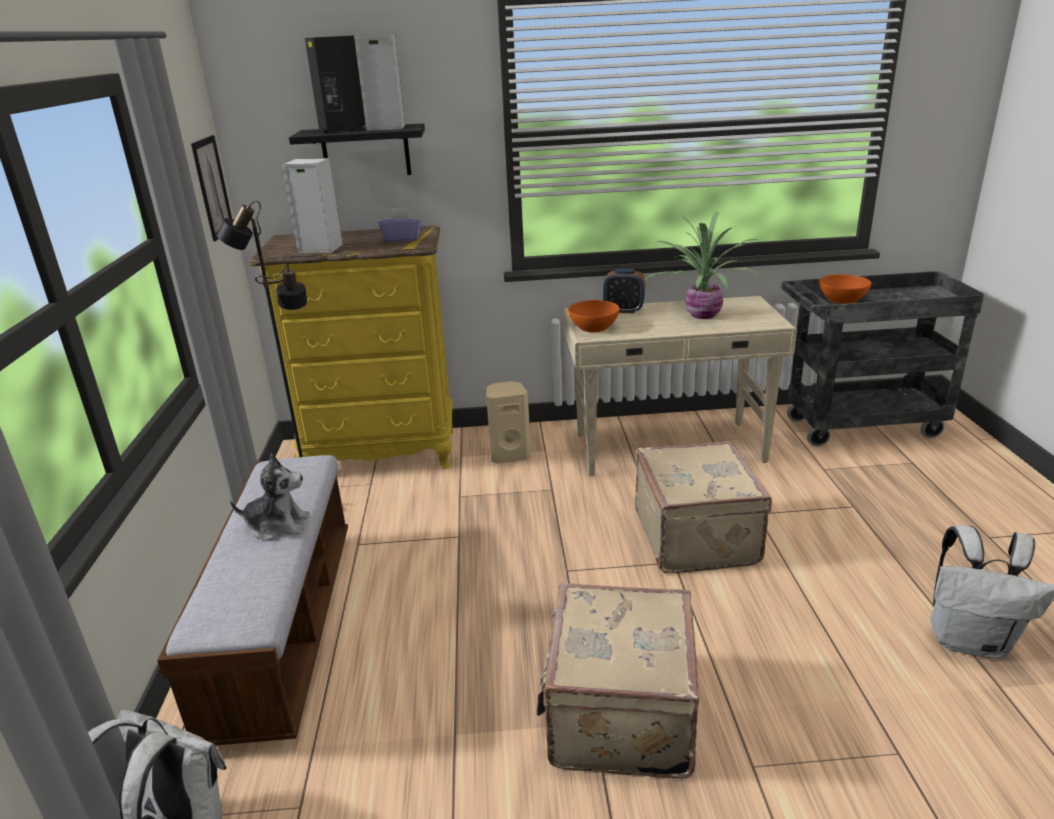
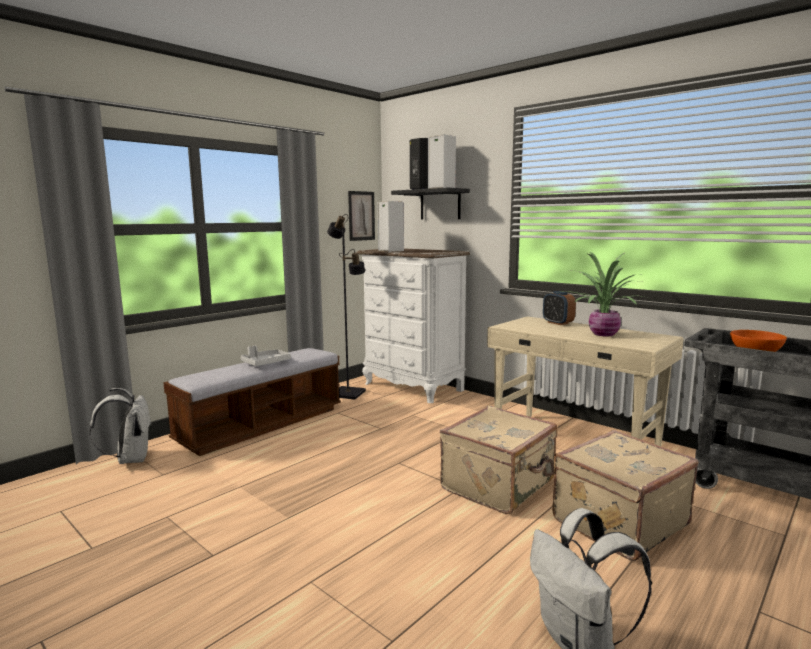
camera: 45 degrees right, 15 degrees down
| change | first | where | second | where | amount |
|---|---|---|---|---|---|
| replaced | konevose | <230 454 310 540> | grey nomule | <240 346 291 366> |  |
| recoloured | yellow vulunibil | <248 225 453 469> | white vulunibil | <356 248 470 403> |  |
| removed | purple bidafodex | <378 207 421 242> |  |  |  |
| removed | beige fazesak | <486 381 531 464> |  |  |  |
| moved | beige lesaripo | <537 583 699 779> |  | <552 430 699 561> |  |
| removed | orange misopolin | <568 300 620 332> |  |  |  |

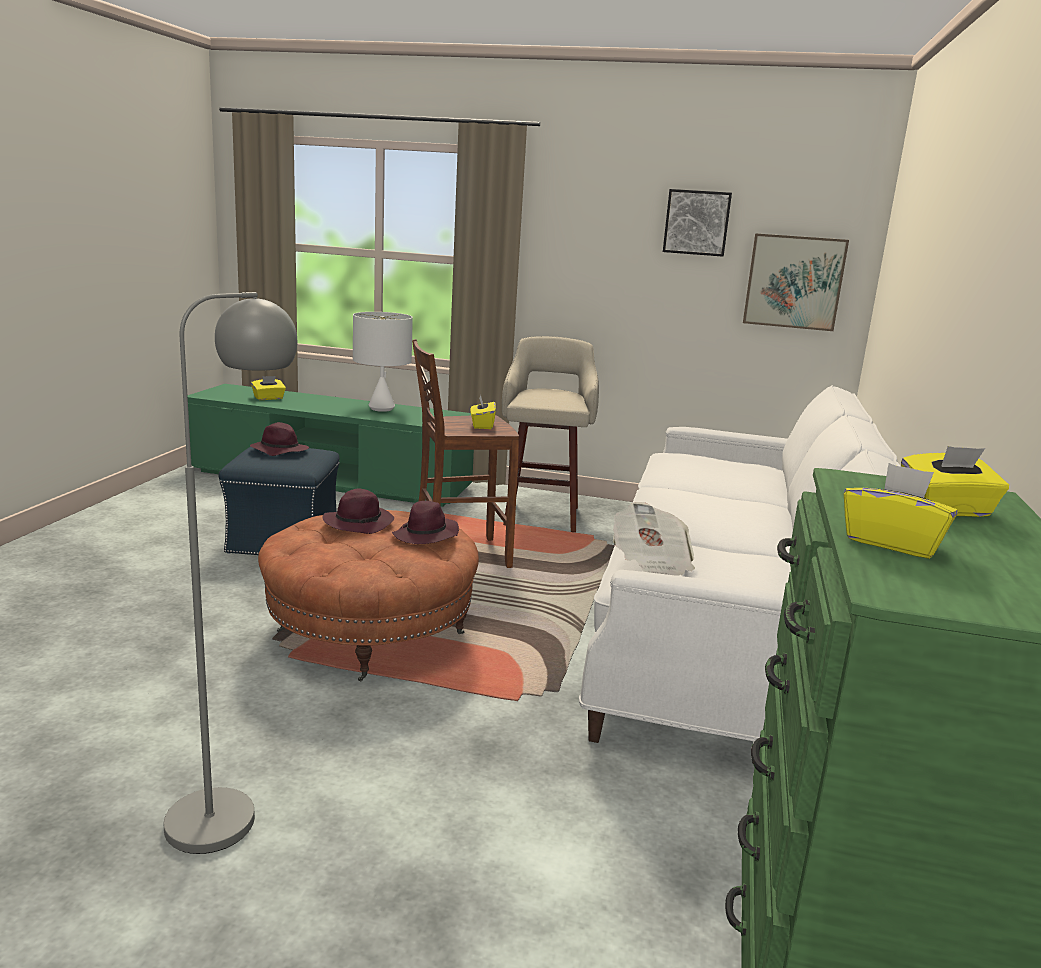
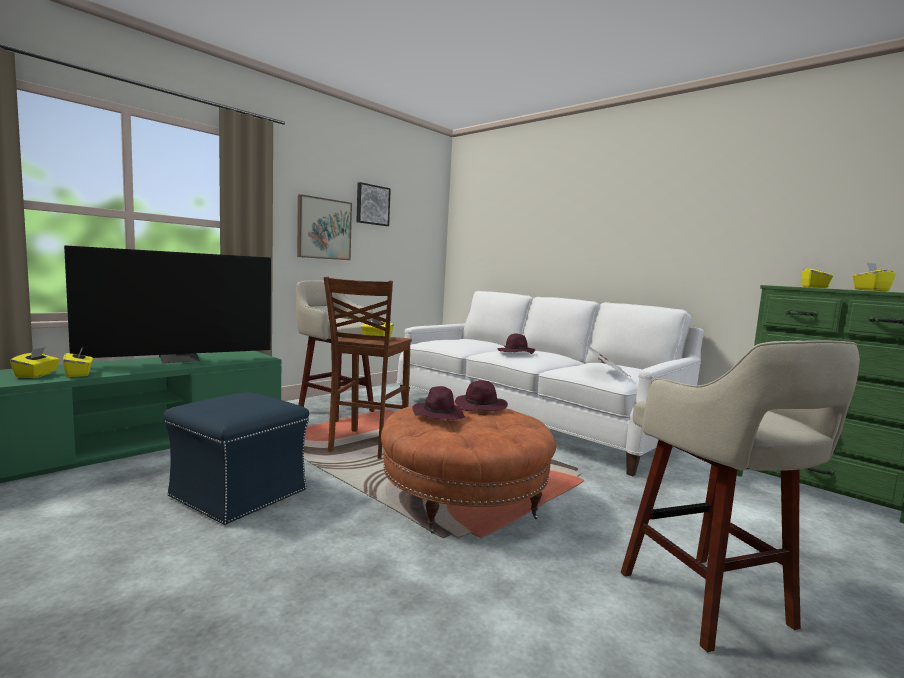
camera: 60 degrees left, 10 degrees down
| change | first | where | second | where | amount |
|---|---|---|---|---|---|
| replaced | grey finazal | <163 292 297 854> | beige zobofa | <621 340 860 652> |  |
| moved | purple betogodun | <250 422 309 456> |  | <497 333 535 354> |  |
| replaced | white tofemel | <353 312 413 412> | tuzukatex | <64 245 271 363> |  |
| moved | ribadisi | <743 233 849 331> |  | <297 194 352 260> |  |
| added |  |  | yellow bidafodex | <63 346 93 377> |  |

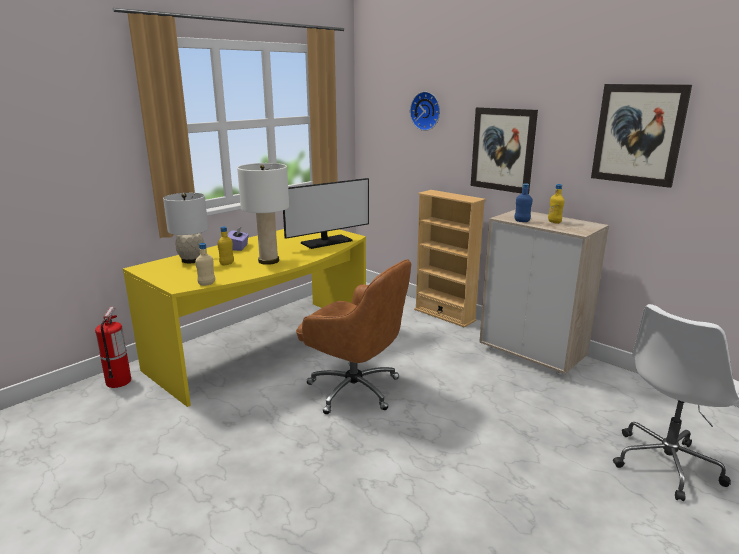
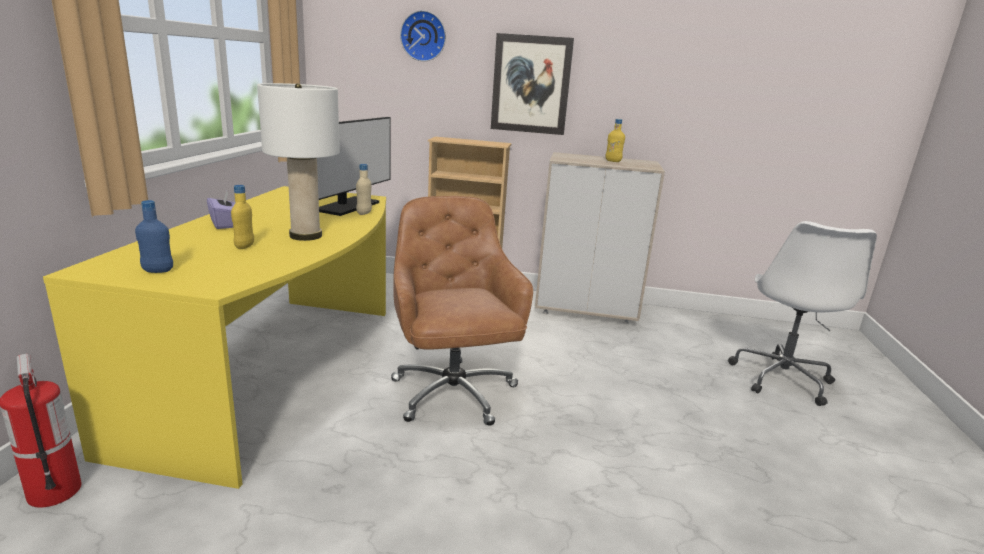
camera: 35 degrees left, 0 degrees up
| change | first | where | second | where | amount |
|---|---|---|---|---|---|
| removed | white tofemel | <163 193 208 263> |  |  |  |
| moved | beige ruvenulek | <195 243 215 286> |  | <356 164 372 215> |  |
| turned | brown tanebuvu | <296 259 411 414> |  | <391 196 533 426> | 105 degrees counterclockwise |
| moved | blue ruvenulek | <514 183 532 222> |  | <135 200 173 273> |  |
| removed | ribadisi | <591 84 692 188> |  |  |  |

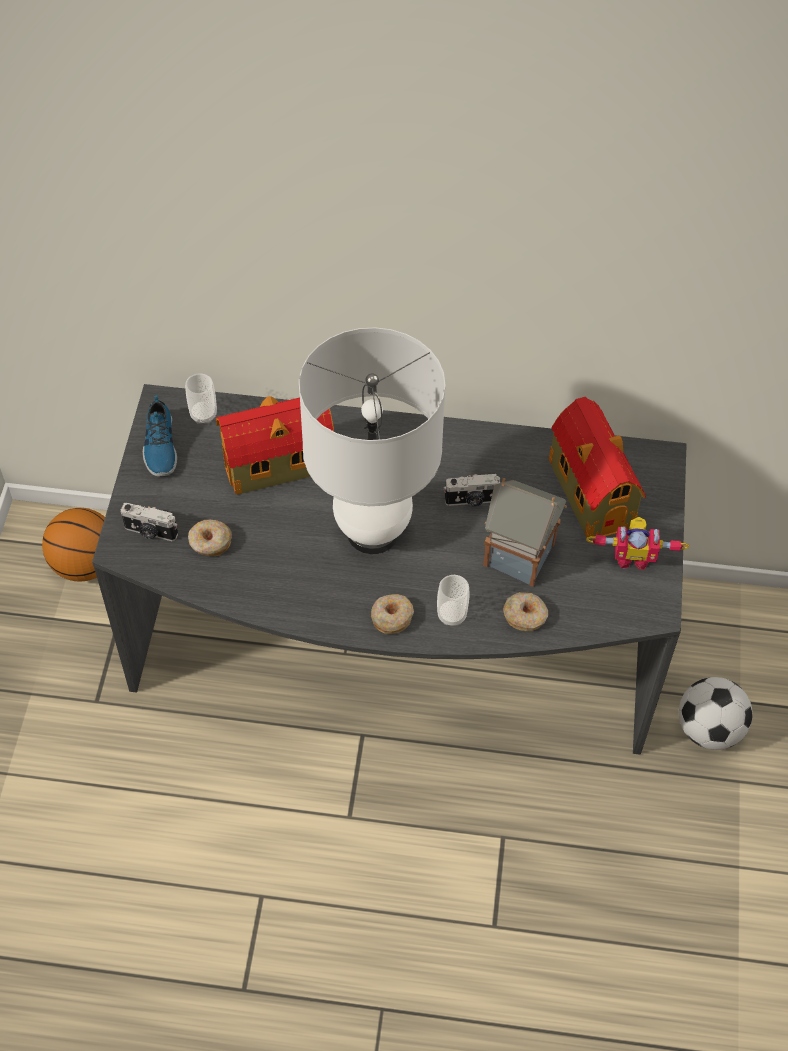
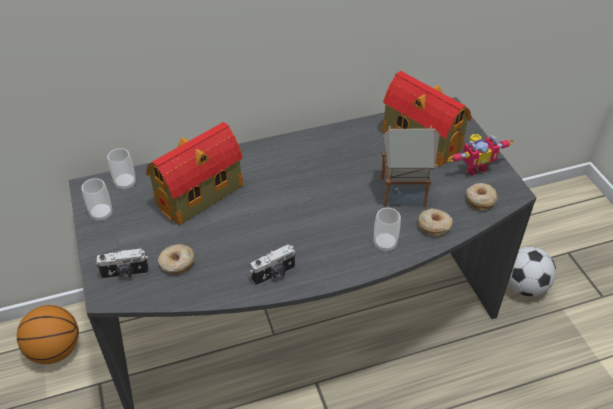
camera: 25 degrees left, 10 degrees down
| change | first | where | second | where | amount |
|---|---|---|---|---|---|
| replaced | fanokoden | <143 395 177 477> | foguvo | <81 178 112 221> |  |
| removed | white tofemel | <299 327 446 554> |  |  |  |
| moved | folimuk | <371 594 414 634> |  | <466 183 497 210> |  |
| moved | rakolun | <443 473 501 506> |  | <250 244 296 286> |  |

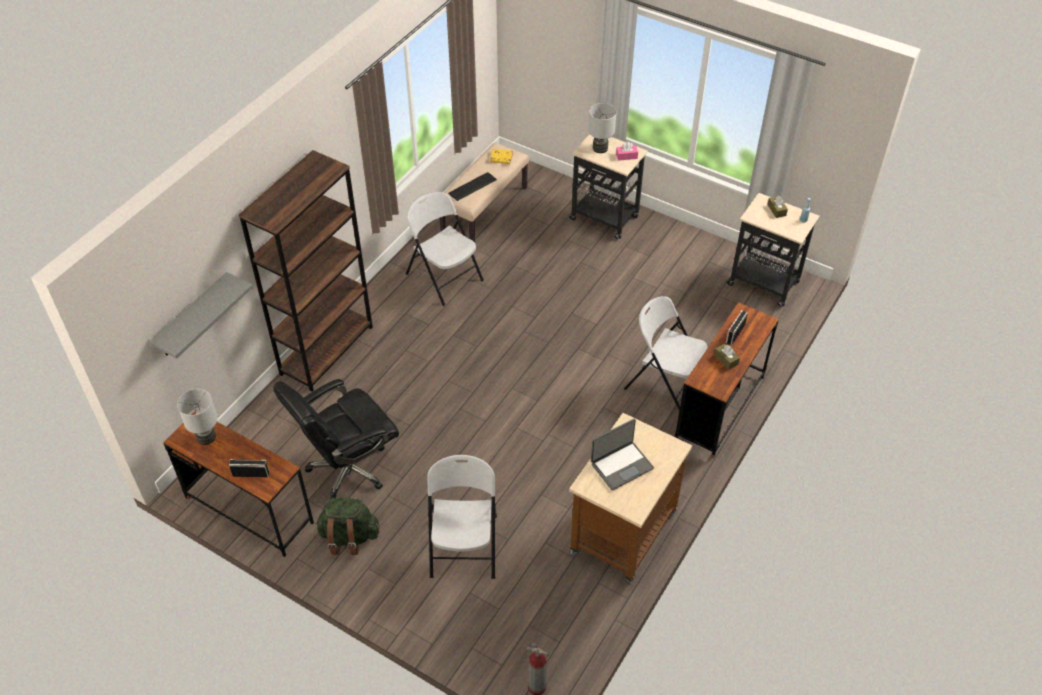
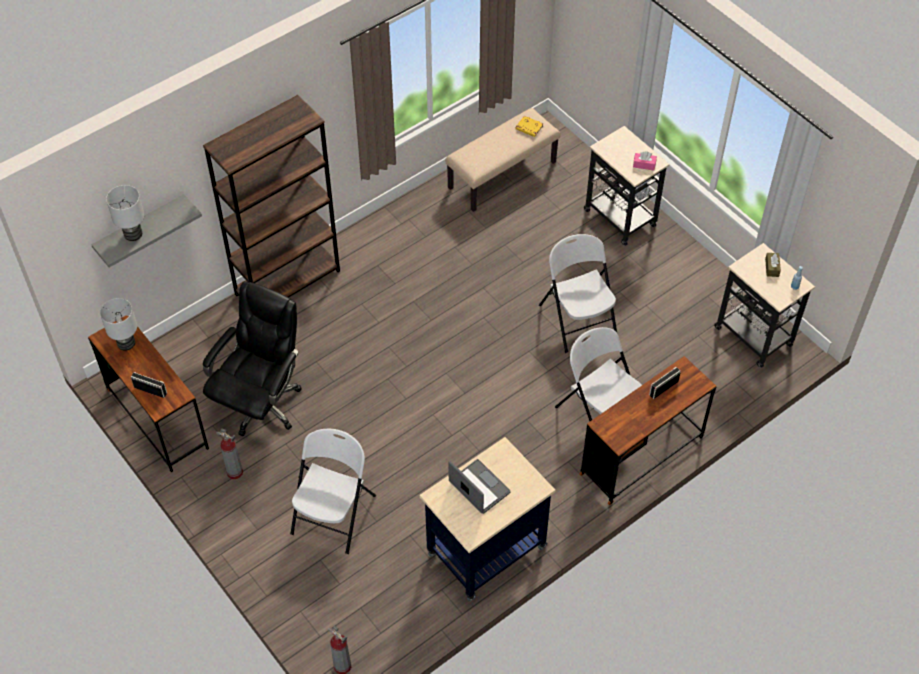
camera: 20 degrees right, 5 degrees up
| change | first | where | second | where | amount |
|---|---|---|---|---|---|
| turned | black tanebuvu | <273 379 399 499> |  | <203 281 302 436> | 135 degrees clockwise |
| replaced | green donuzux | <315 498 379 555> | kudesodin | <216 429 243 479> |  |
| moved | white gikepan | <406 192 484 306> |  | <539 234 618 353> |  |
| removed | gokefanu | <448 172 497 201> |  |  |  |
| recoloured | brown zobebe | <569 413 692 585> | blue zobebe | <420 437 556 602> |  |
| moved | grey tofemel | <588 103 617 153> |  | <106 185 144 241> |  |
| turned | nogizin | <591 419 654 490> |  | <448 459 511 514> | 120 degrees counterclockwise |
| removed | brown bidafodex | <714 343 740 369> |  |  |  |

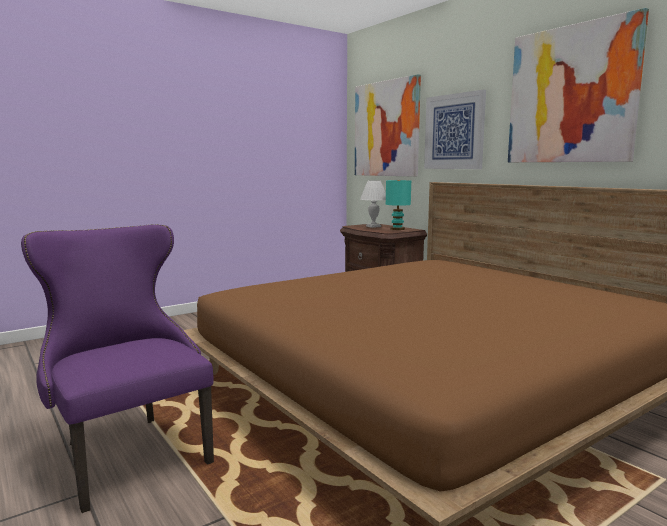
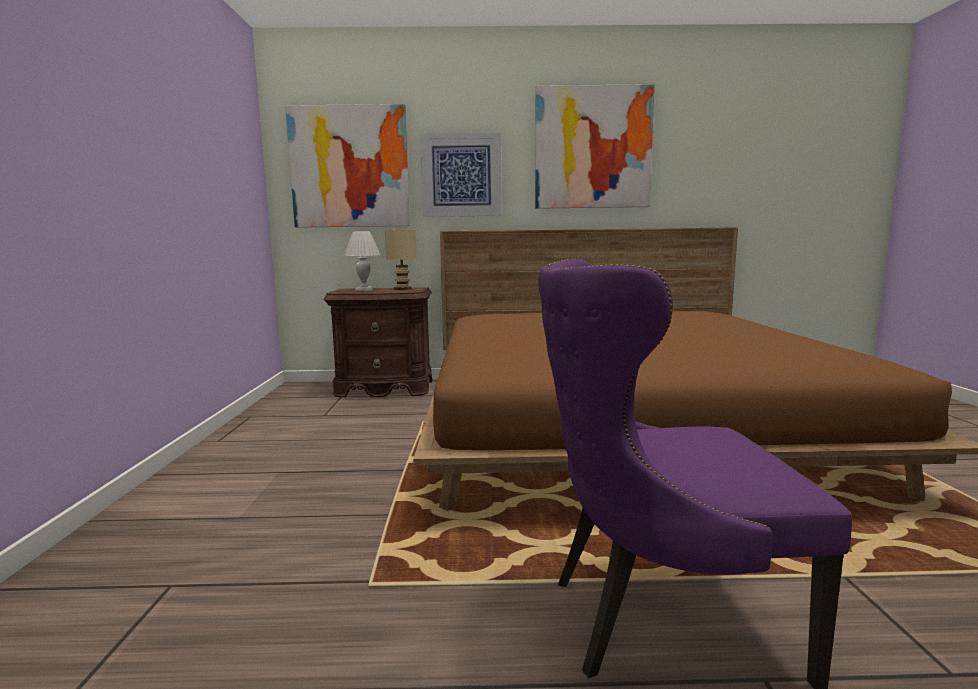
camera: 55 degrees left, 0 degrees up
| change | first | where | second | where | amount |
|---|---|---|---|---|---|
| recoloured | turquoise tofemel | <386 180 411 230> | beige tofemel | <385 229 417 290> |  |

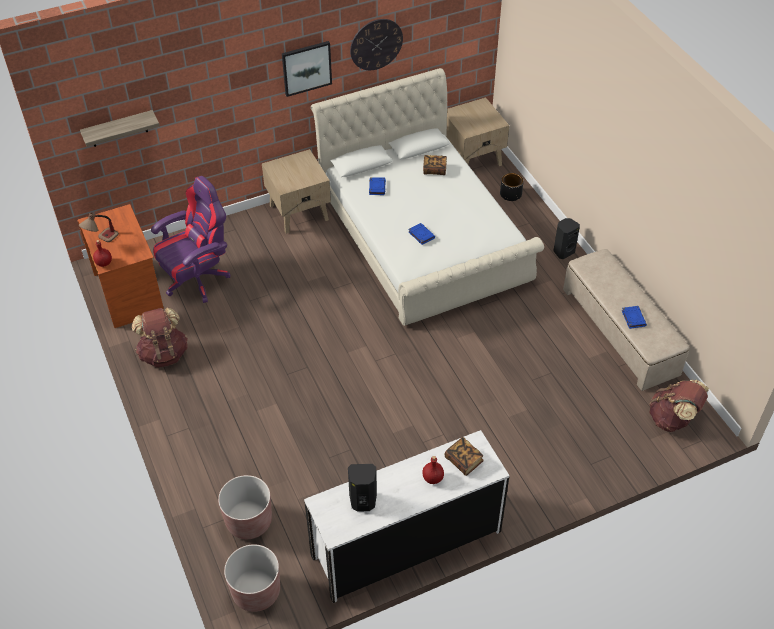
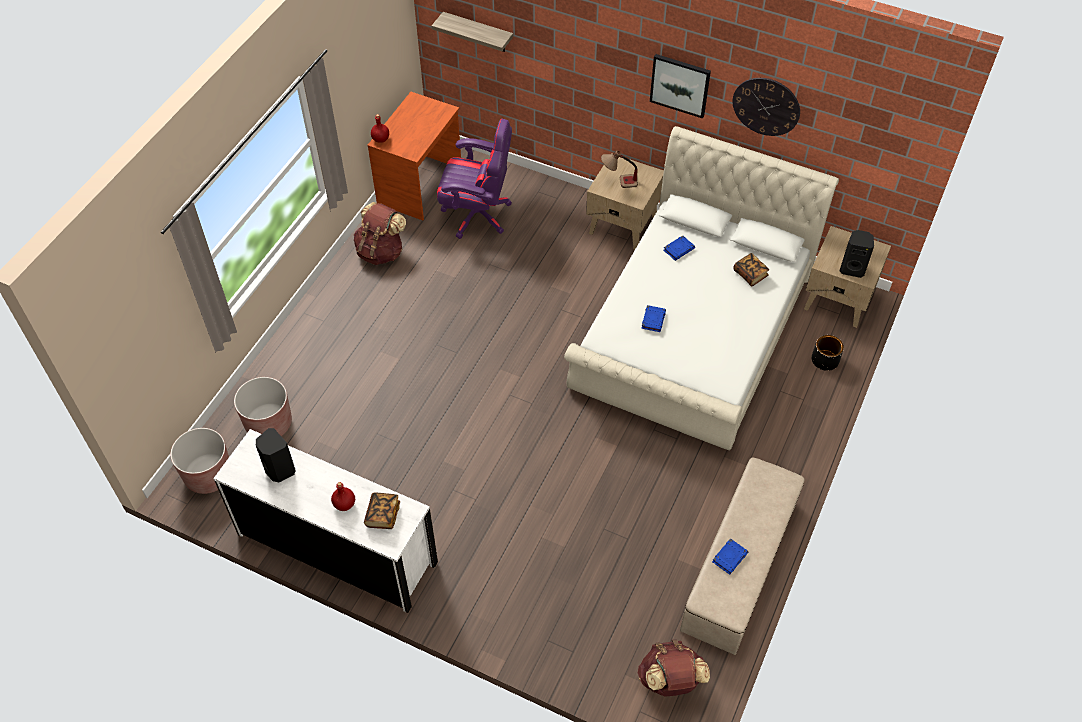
camera: 50 degrees right, 5 degrees up
| change | first | where | second | where | amount |
|---|---|---|---|---|---|
| moved | tofemel | <79 213 119 242> |  | <601 151 638 188> |  |
| moved | black fazesak | <553 218 580 259> |  | <840 230 874 278> |  |

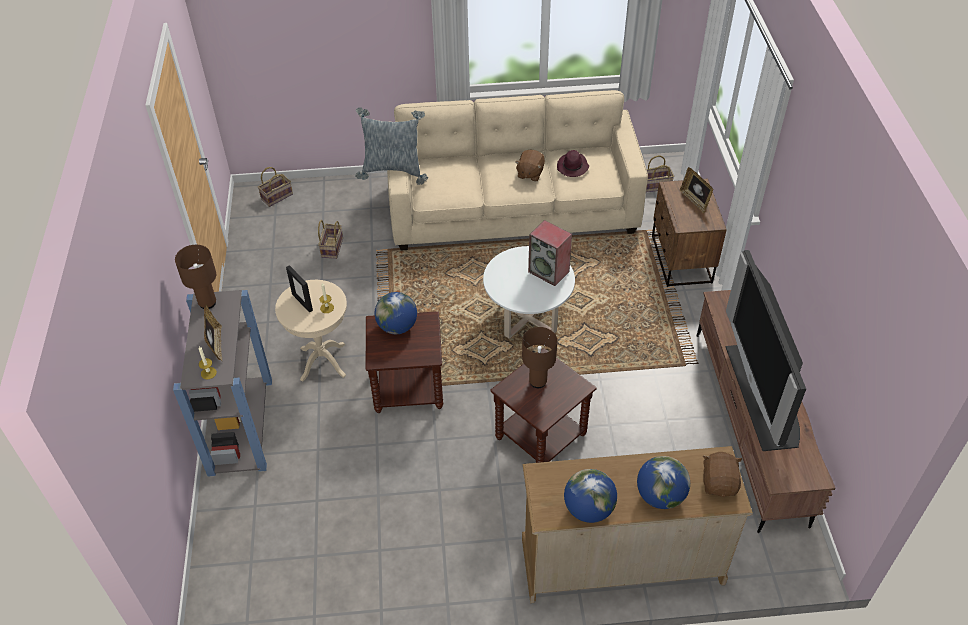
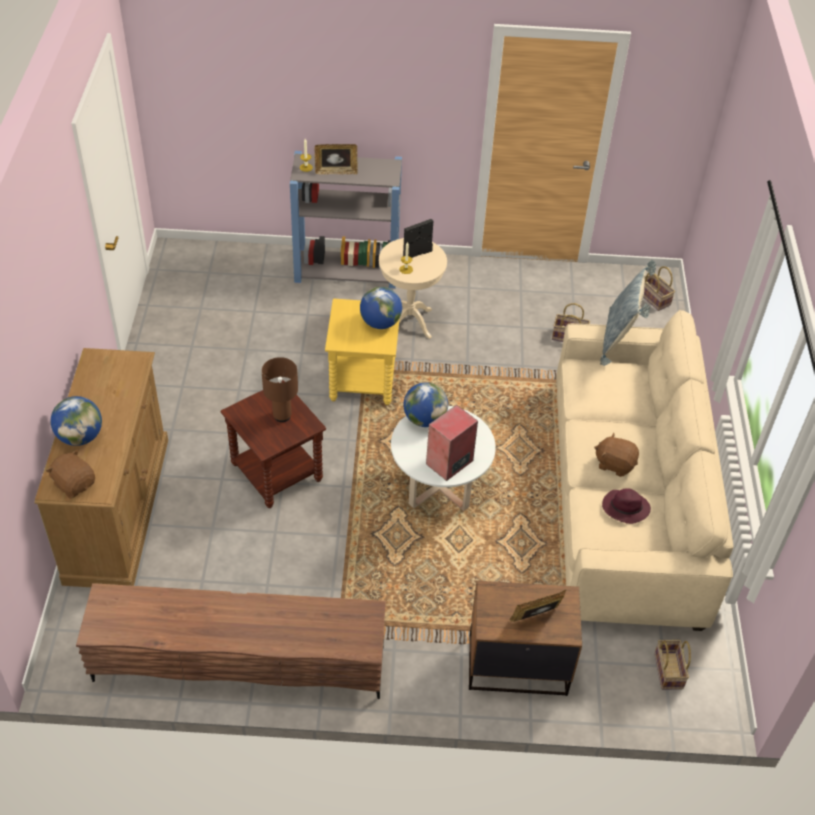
camera: 95 degrees right, 0 degrees up
| change | first | where | second | where | amount |
|---|---|---|---|---|---|
| removed | brown tofemel | <175 245 216 309> |  |  |  |
| recoloured | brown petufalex | <366 311 443 413> | yellow petufalex | <325 299 400 405> |  |
| moved | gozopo | <564 469 617 523> |  | <403 382 448 427> |  |
| turned | brown konevose | <703 452 742 497> |  | <46 449 95 498> | 150 degrees counterclockwise |
| removed | tuzukatex | <726 250 806 451> |  |  |  |

